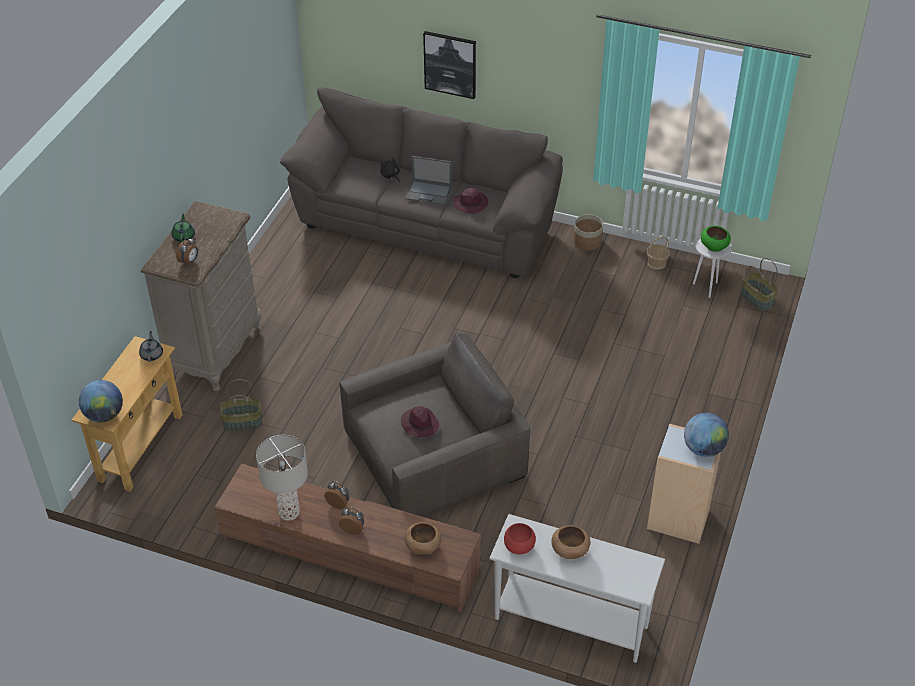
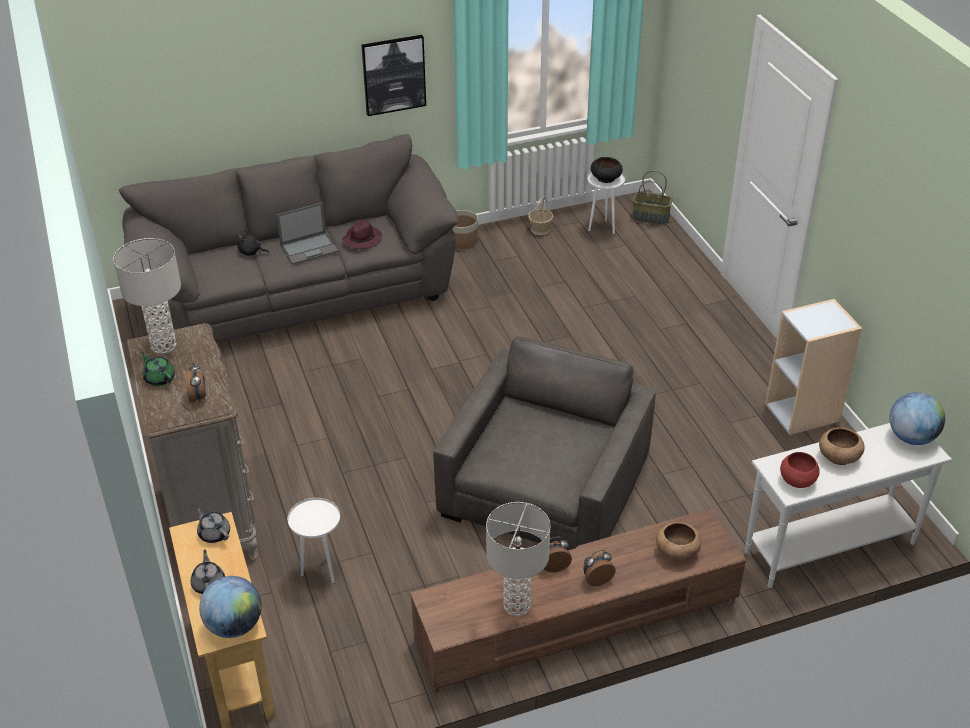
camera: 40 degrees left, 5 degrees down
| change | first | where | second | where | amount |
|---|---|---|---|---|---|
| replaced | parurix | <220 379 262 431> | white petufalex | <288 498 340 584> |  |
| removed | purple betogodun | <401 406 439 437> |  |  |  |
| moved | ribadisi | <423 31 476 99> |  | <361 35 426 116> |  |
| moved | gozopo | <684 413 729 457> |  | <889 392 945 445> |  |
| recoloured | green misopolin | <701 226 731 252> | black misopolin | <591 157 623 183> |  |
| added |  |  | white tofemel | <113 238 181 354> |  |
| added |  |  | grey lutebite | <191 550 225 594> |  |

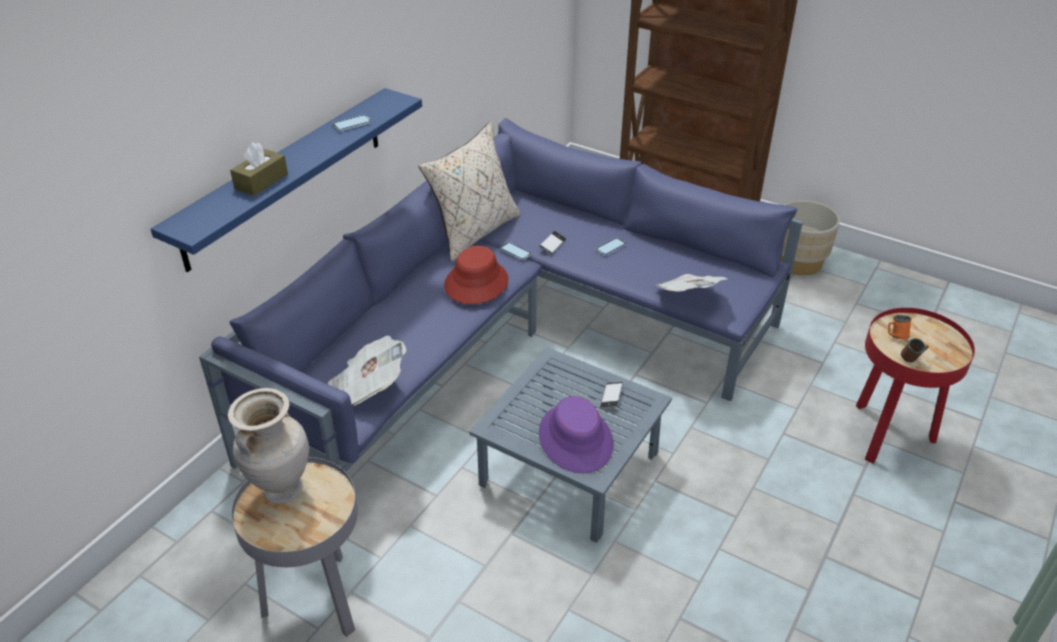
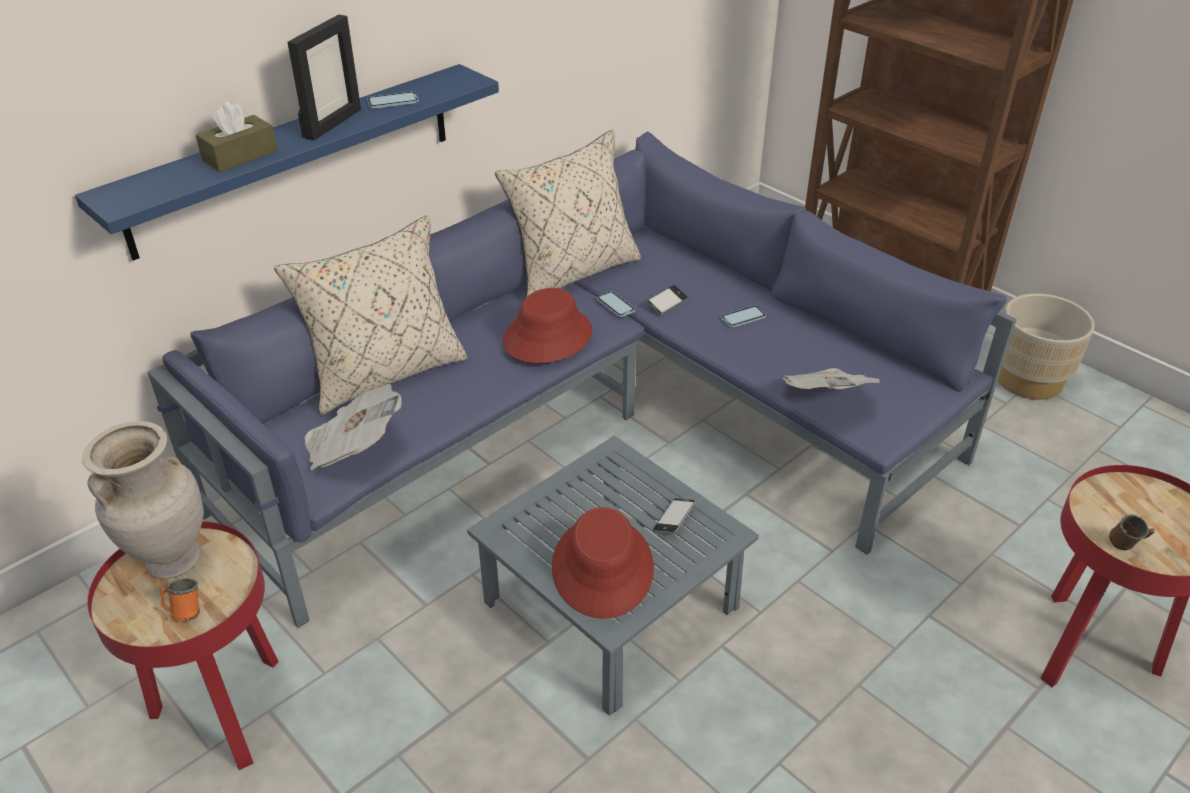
camera: 15 degrees right, 0 degrees up
| change | first | where | second | where | amount |
|---|---|---|---|---|---|
| recoloured | grey petufalex | <231 457 358 637> | red petufalex | <87 521 279 770> |  |
| recoloured | purple betogodun | <539 396 614 474> | red betogodun | <552 507 654 619> |  |
| moved | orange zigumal | <888 315 912 339> |  | <160 578 200 622> |  |
| added |  |  | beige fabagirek | <274 215 468 415> |  |
| added |  |  | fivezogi | <287 14 361 141> |  |

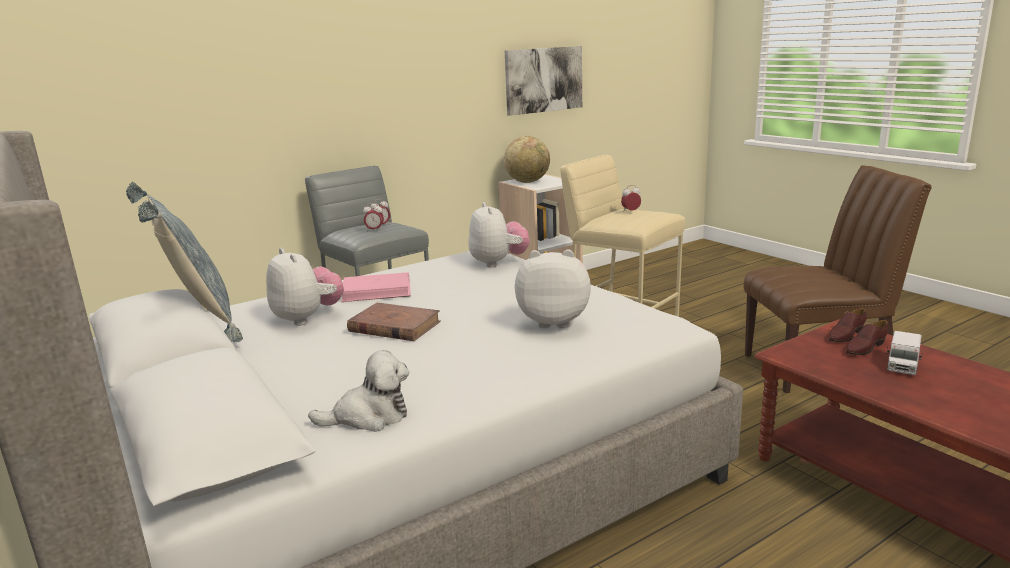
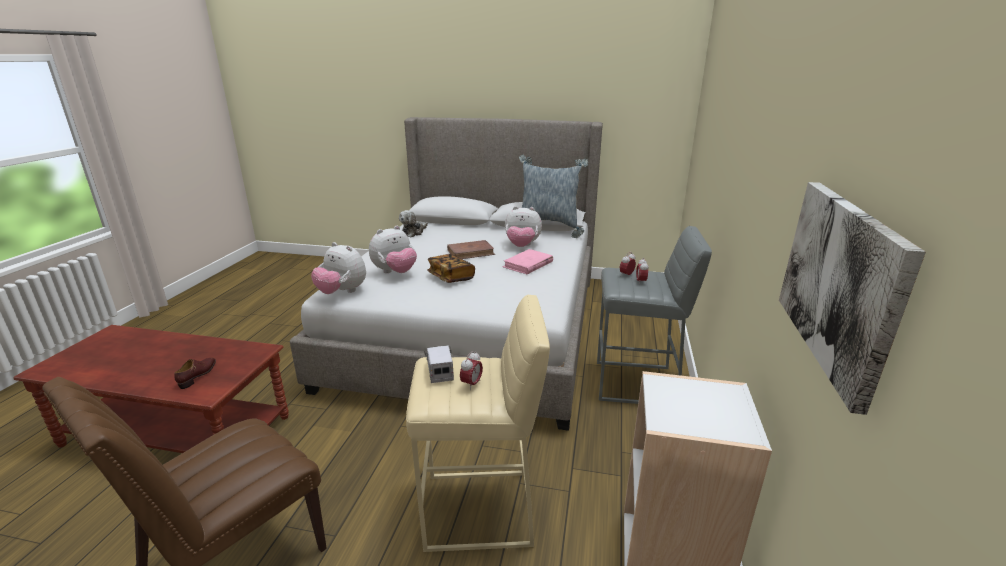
camera: 135 degrees right, 5 degrees up
| change | first | where | second | where | amount |
|---|---|---|---|---|---|
| moved | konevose | <468 202 530 267> |  | <311 242 366 294> |  |
| removed | gozopo | <504 136 550 183> |  |  |  |
| removed | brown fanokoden | <829 308 867 342> |  |  |  |
| moved | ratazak | <887 331 922 375> |  | <425 345 454 383> |  |
| added |  |  | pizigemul | <427 254 475 283> |  |

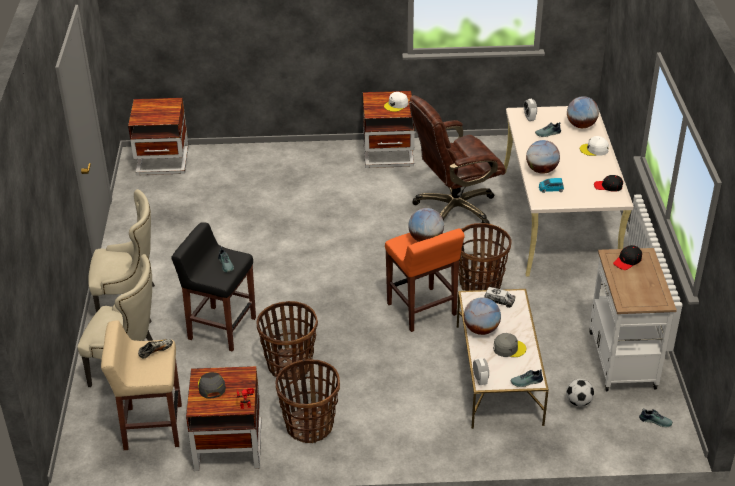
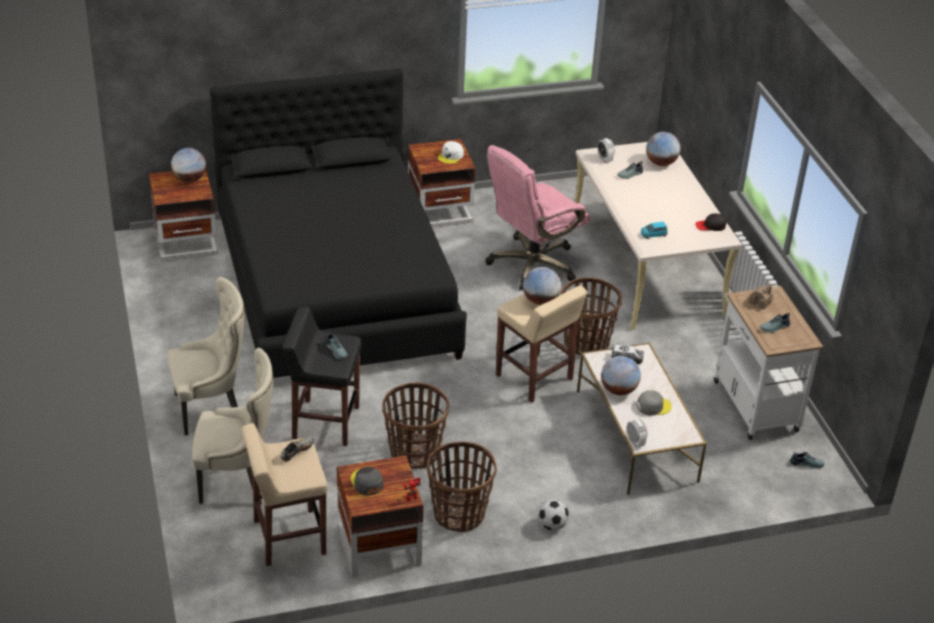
camera: 15 degrees left, 0 degrees up
| change | first | where | second | where | amount |
|---|---|---|---|---|---|
| recoloured | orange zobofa | <385 228 465 332> | beige zobofa | <496 285 587 402> |  |
| recoloured | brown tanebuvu | <409 95 506 224> | pink tanebuvu | <485 145 590 290> |  |
| moved | fanokoden | <510 369 543 387> |  | <760 313 790 333> |  |
| moved | gozopo | <526 140 560 174> |  | <171 148 206 182> |  |
| moved | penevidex | <566 379 594 406> |  | <538 500 569 530> |  |
| removed | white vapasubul | <580 136 609 156> |  |  |  |
| replaced | black vapasubul | <613 245 642 270> | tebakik | <749 284 773 310> |  |
| added |  |  | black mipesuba | <210 68 467 378> |  |

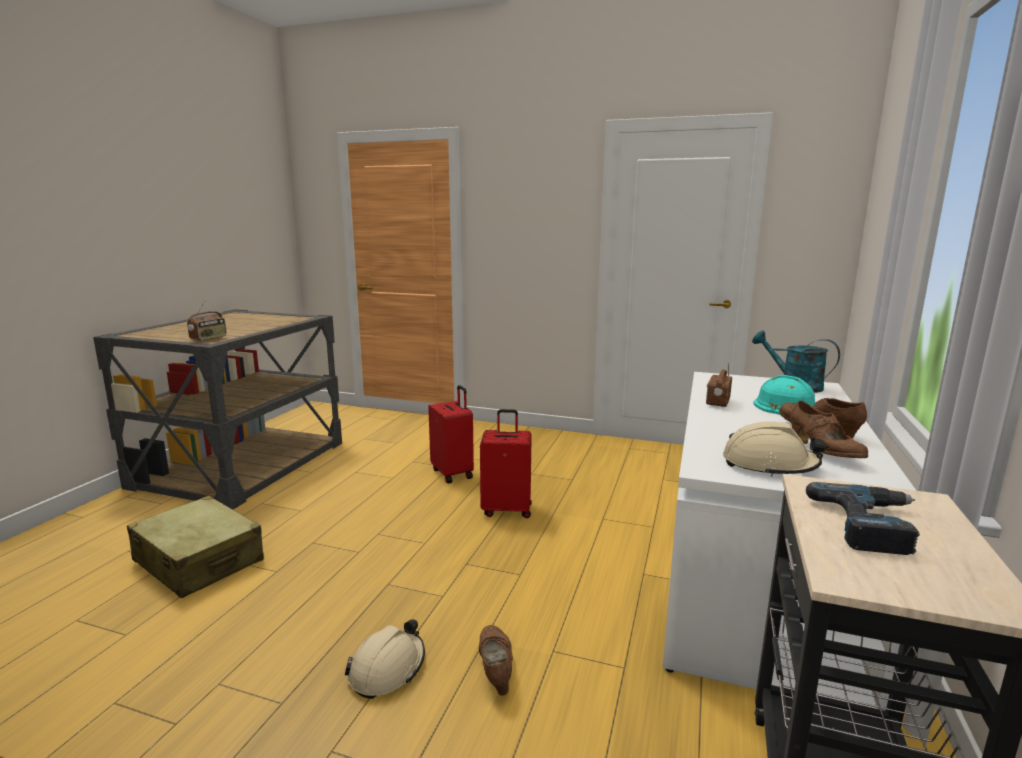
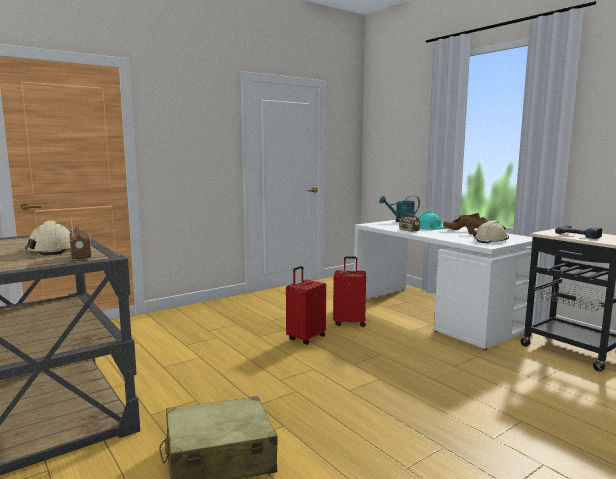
camera: 55 degrees left, 5 degrees down
| change | first | where | second | where | amount |
|---|---|---|---|---|---|
| moved | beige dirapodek | <345 619 425 699> |  | <25 221 71 256> |  |
| moved | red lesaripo | <428 385 474 483> |  | <333 256 366 327> |  |
| removed | brown fanokoden | <479 625 513 696> |  |  |  |

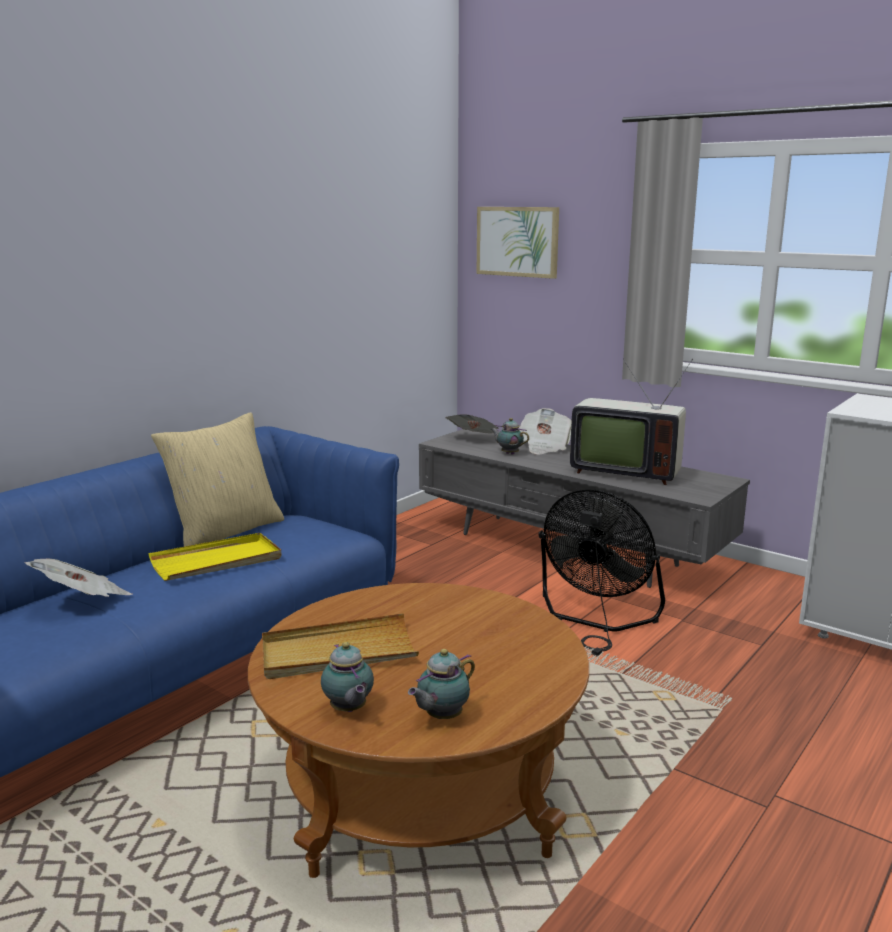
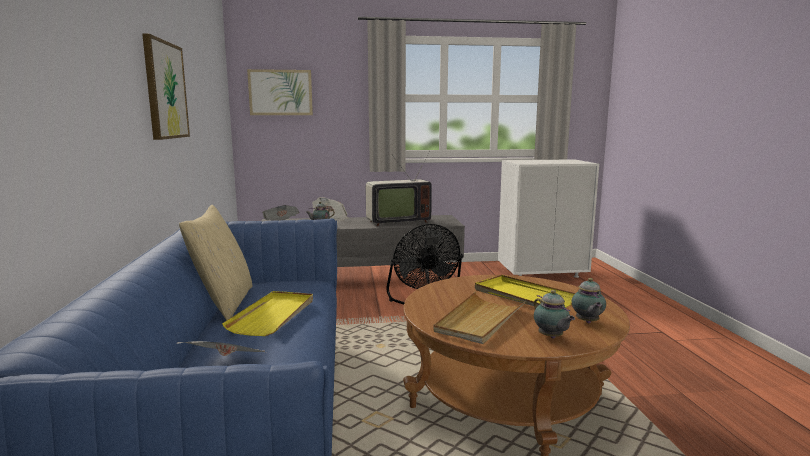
camera: 45 degrees left, 5 degrees down
| change | first | where | second | where | amount |
|---|---|---|---|---|---|
| turned | lutebite | <321 642 374 712> |  | <534 290 575 339> | 45 degrees clockwise |
| added |  |  | ribadisi | <142 34 190 140> |  |
| added |  |  | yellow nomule | <475 275 575 307> |  |

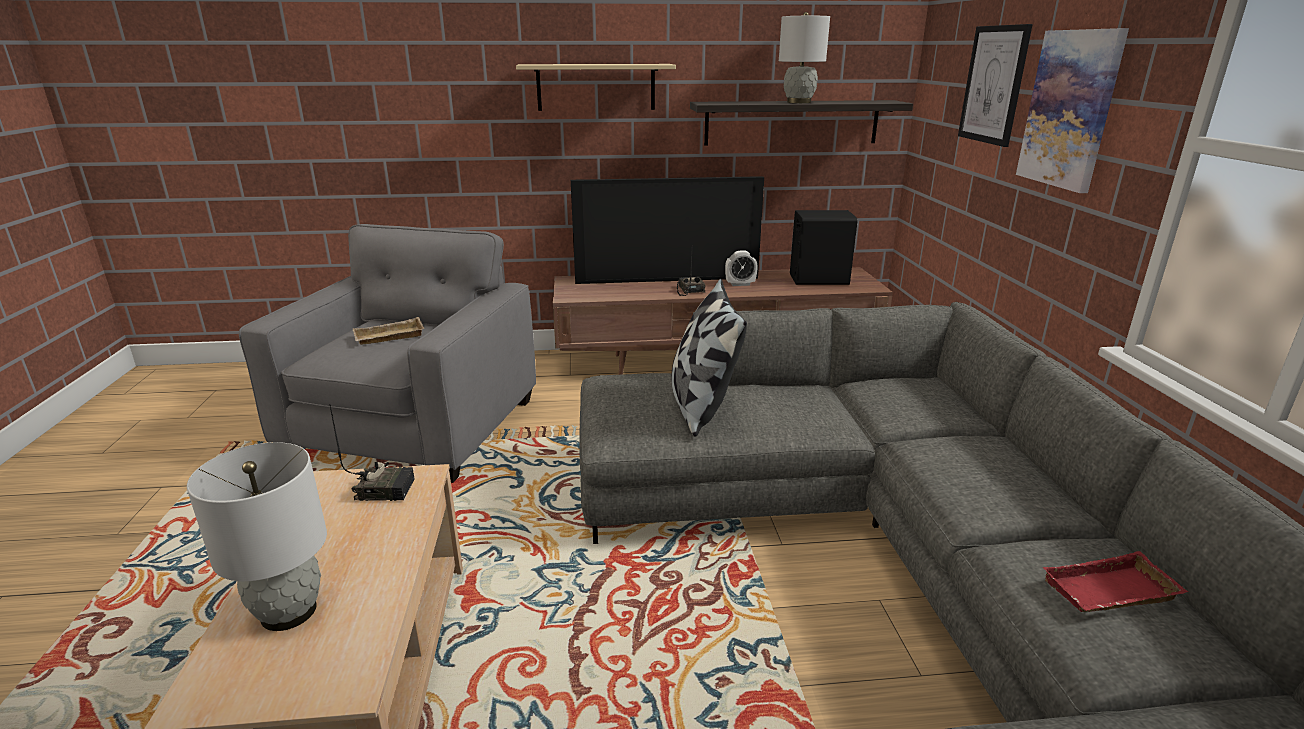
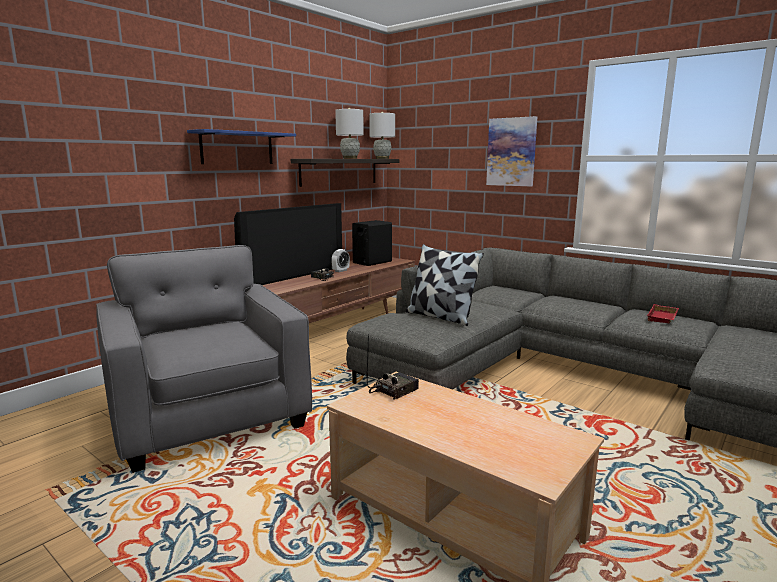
camera: 45 degrees left, 10 degrees down
| change | first | where | second | where | amount |
|---|---|---|---|---|---|
| moved | white tofemel | <187 442 327 631> |  | <369 111 395 159> |  |
| removed | beige nomule | <353 317 425 345> |  |  |  |
| recoloured | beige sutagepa | <516 64 676 111> | blue sutagepa | <187 129 296 164> |  |
| removed | ribadisi | <958 24 1033 147> |  |  |  |

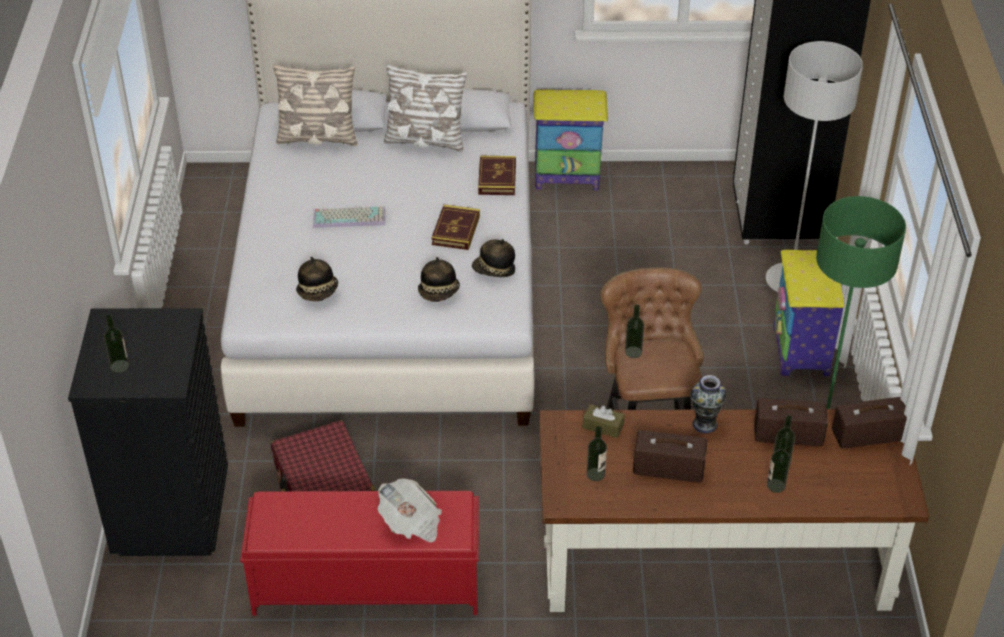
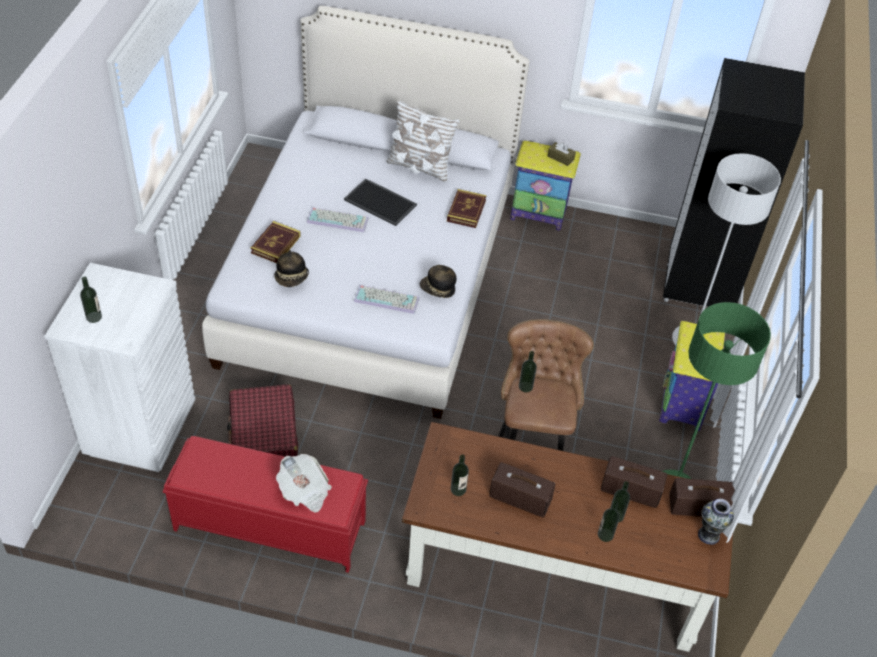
camera: 10 degrees right, 5 degrees up
| change | first | where | second | where | amount |
|---|---|---|---|---|---|
| recoloured | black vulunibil | <68 308 228 556> | white vulunibil | <44 263 195 472> |  |
| removed | beige fabagirek | <273 64 357 146> |  |  |  |
| replaced | betogodun | <418 257 460 302> | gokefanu | <354 285 420 314> |  |
| moved | pizigemul | <431 204 480 250> |  | <250 221 301 263> |  |
| moved | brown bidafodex | <583 404 625 438> |  | <548 142 576 166> |  |
| moved | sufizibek | <690 375 726 433> |  | <698 499 734 545> |  |
| added |  |  | nomule | <344 179 417 226> |  |

